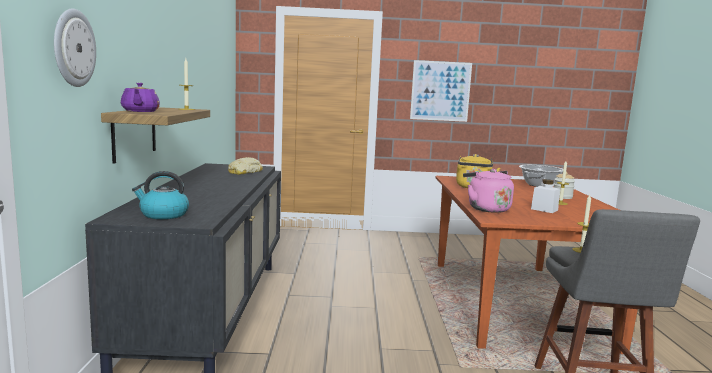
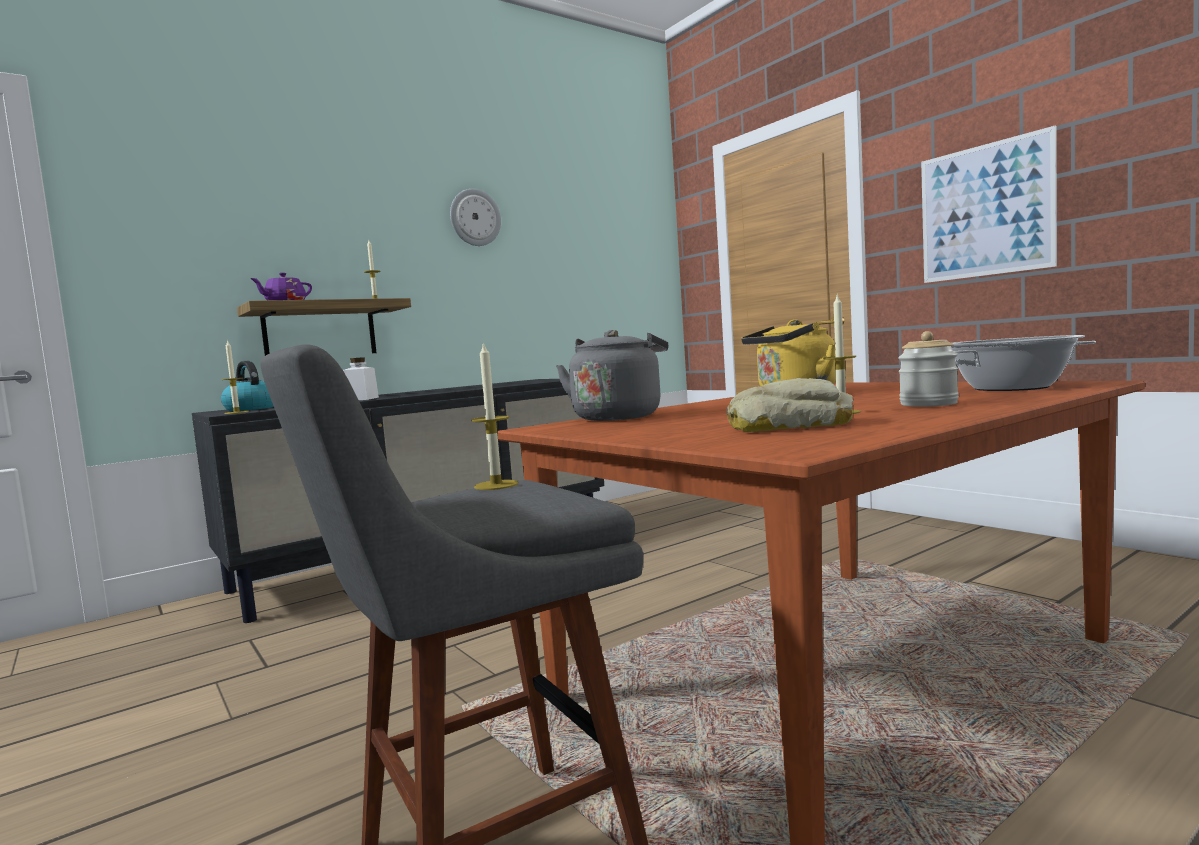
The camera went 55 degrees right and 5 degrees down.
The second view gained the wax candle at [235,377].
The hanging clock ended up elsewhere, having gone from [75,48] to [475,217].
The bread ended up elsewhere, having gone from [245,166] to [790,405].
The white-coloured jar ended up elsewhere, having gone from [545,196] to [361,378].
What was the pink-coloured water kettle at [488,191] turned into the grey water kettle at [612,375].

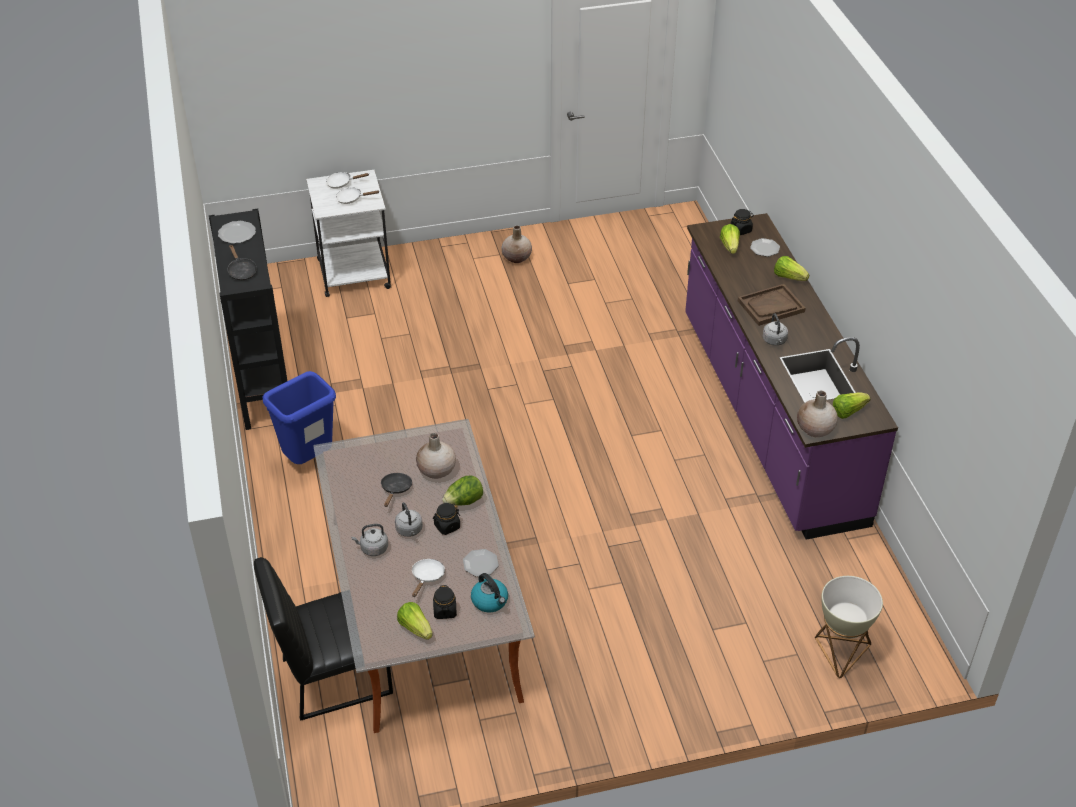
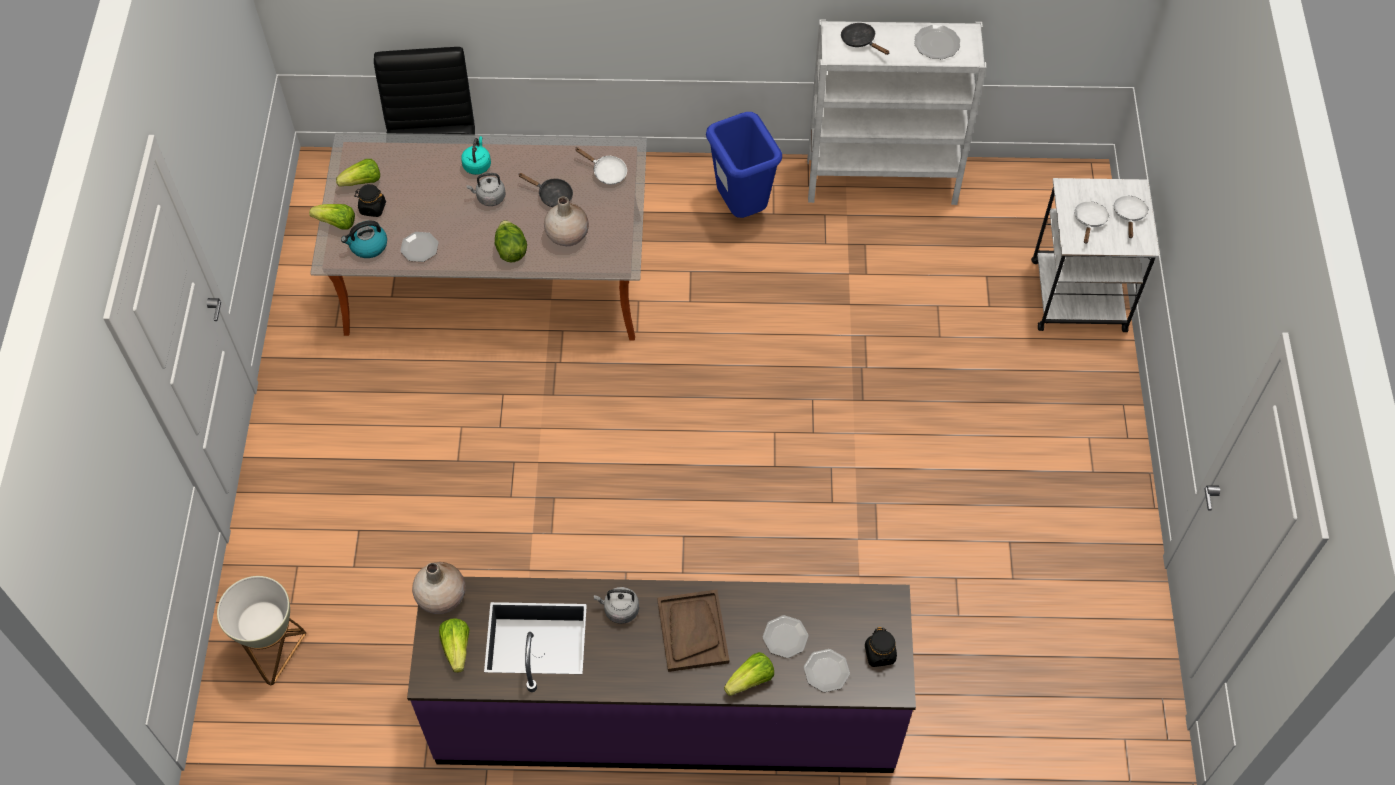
The camera went 105 degrees right and 15 degrees up.
The second view lost the black jar at [446,519].
The second view lost the sand-coloured vase at [516,244].
The second view gained the dinner plate at [786,636].
The white-coloured pan ended up elsewhere, having gone from [428,578] to [601,166].
The lettuce ended up elsewhere, having gone from [730,239] to [332,216].
What was the black shelving unit at [248,319] turned into the white-coloured shelving unit at [896,112].
What was the grey water kettle at [369,540] turned into the blue-green water kettle at [476,155].
The black pan at [242,262] ended up facing another way, 60 degrees clockwise from before.

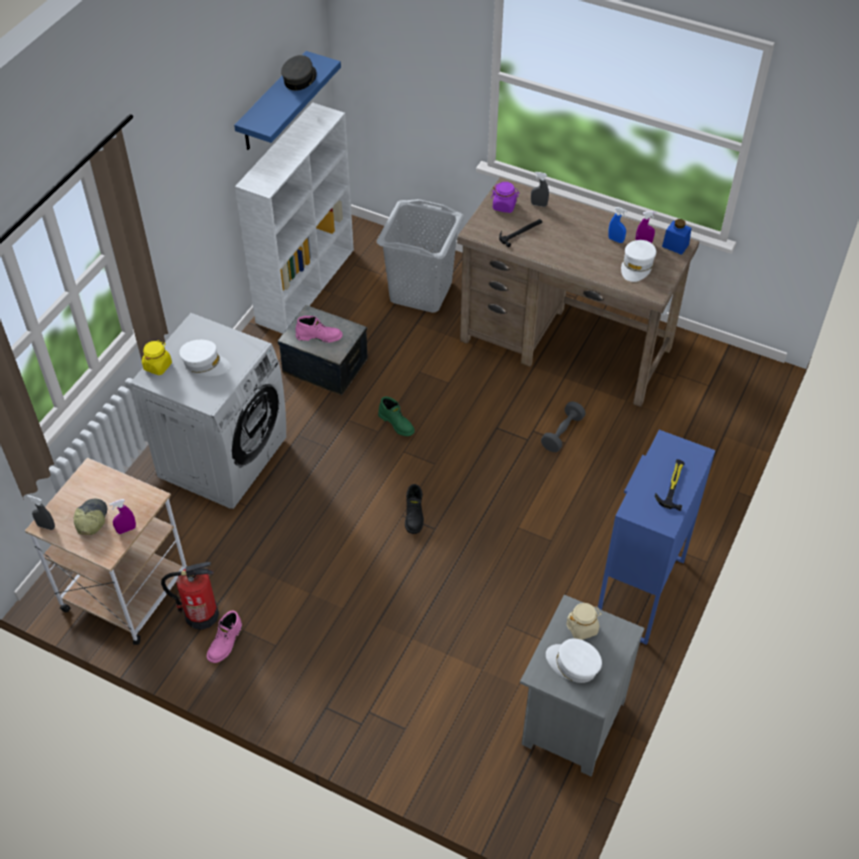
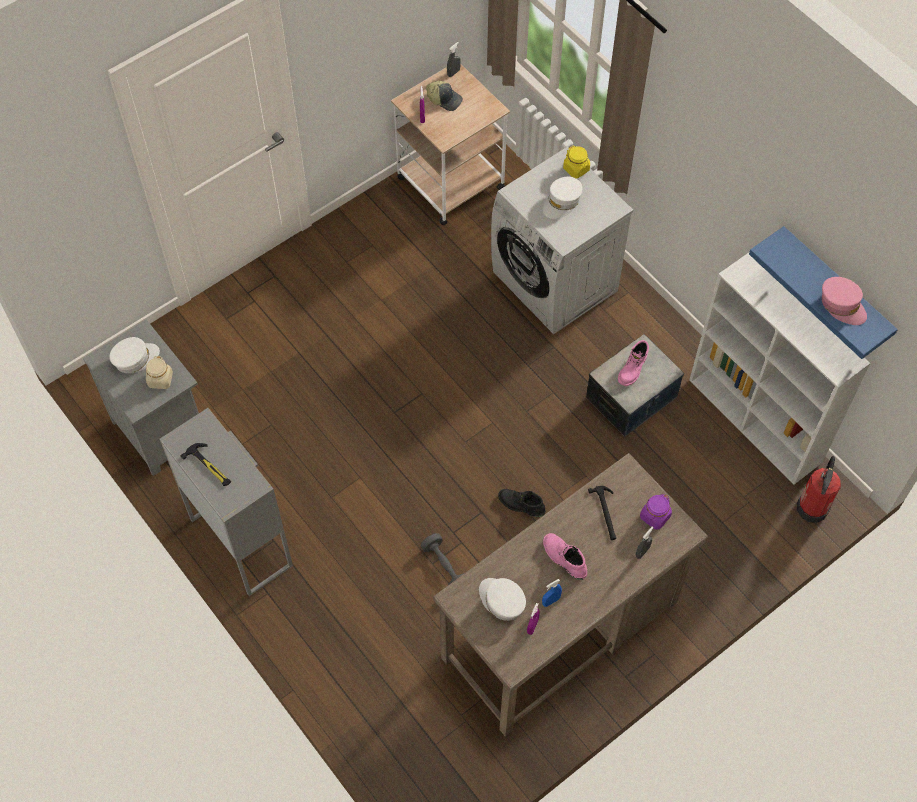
The camera went 115 degrees right and 10 degrees up.
The second view lost the grey laundry basket at [420,256].
The second view lost the green tall boot at [396,416].
The second view lost the blue-coloured jar at [677,237].
The extinguisher ended up elsewhere, having gone from [190,596] to [819,489].
The pink-coloured tall boot ended up elsewhere, having gone from [224,637] to [565,556].
The black tall boot ended up elsewhere, having gone from [414,509] to [521,503].
What was the grey peaked cap at [299,73] turned into the pink-coloured peaked cap at [844,301].
What was the blue-coloured storage cabinet at [656,537] turned into the grey storage cabinet at [226,502].

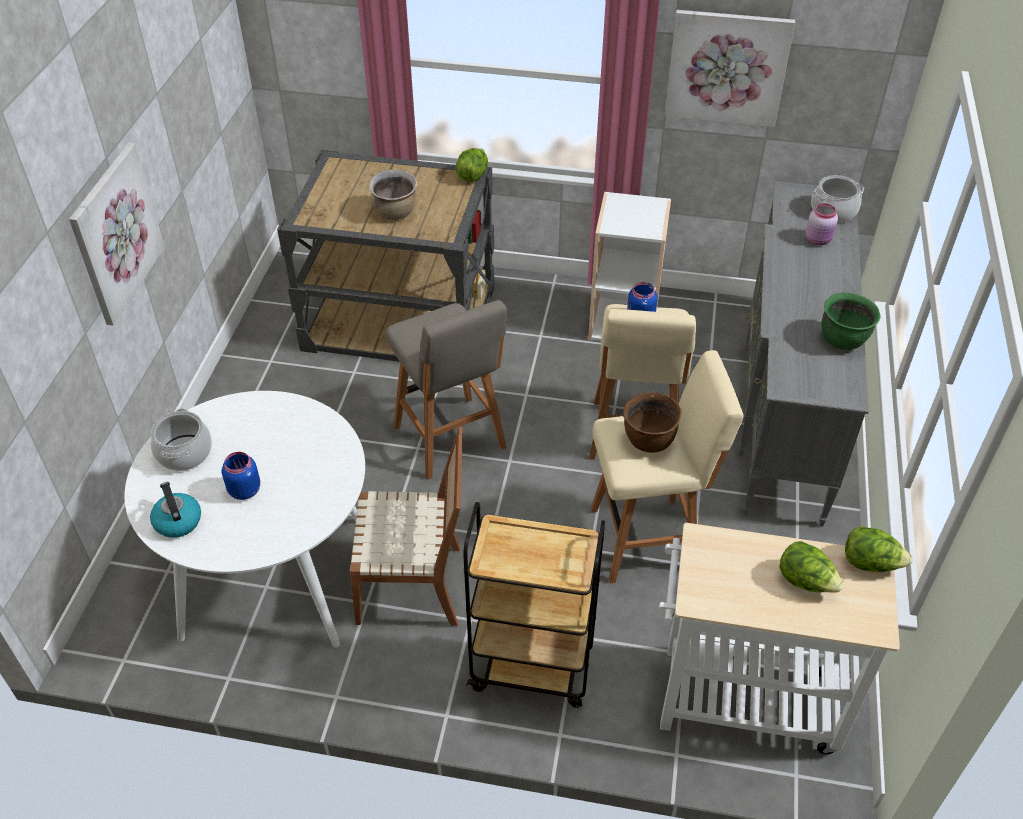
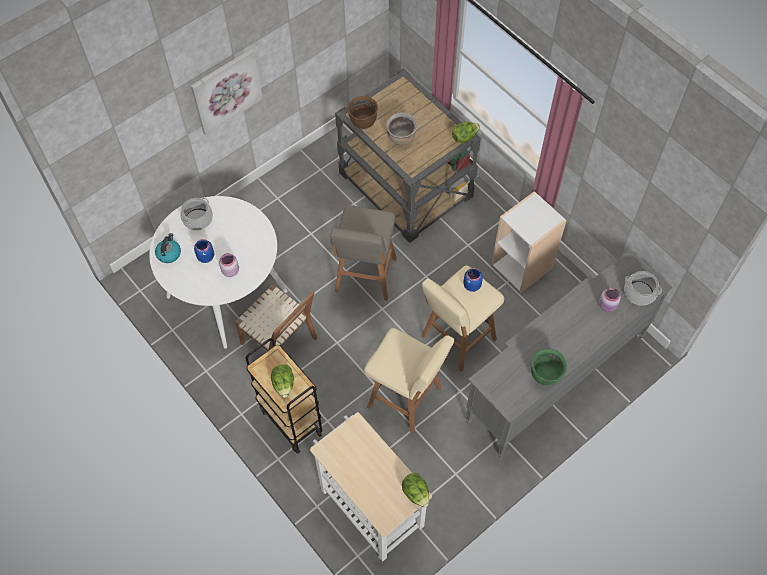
The camera went 40 degrees right and 15 degrees up.
The second view lost the picture at [729,68].
The second view gained the pink-coloured jar at [229,265].
The brown-coloured cooking pot ended up elsewhere, having gone from [652,422] to [362,112].
The lettuce ended up elsewhere, having gone from [811,567] to [282,381].

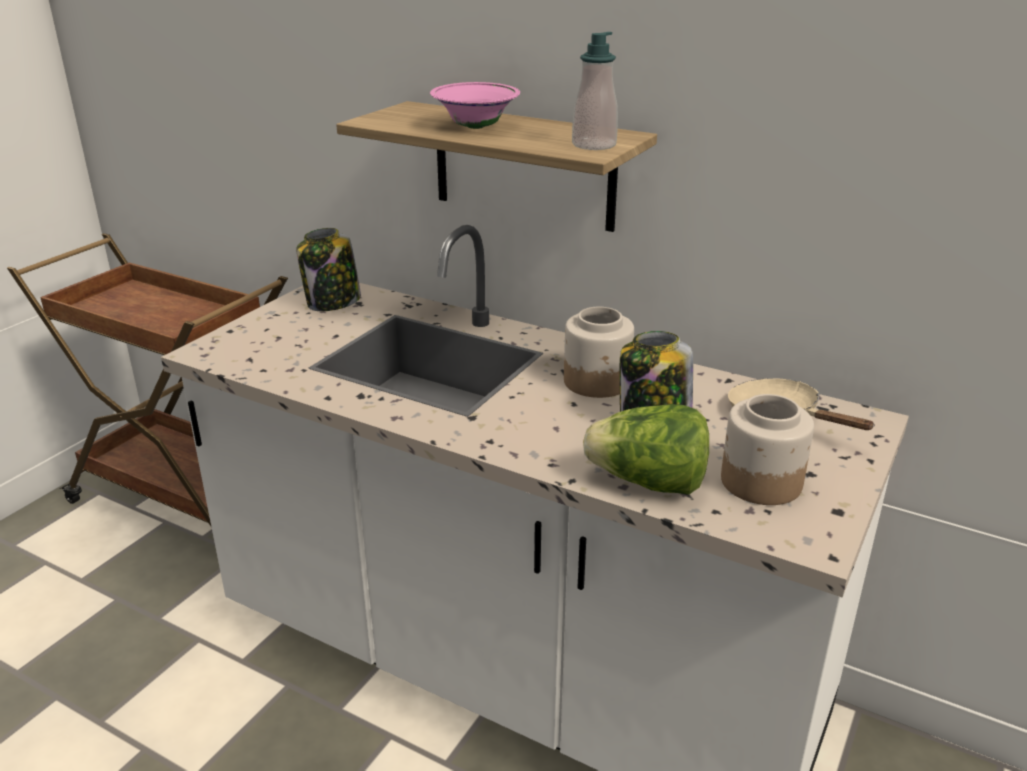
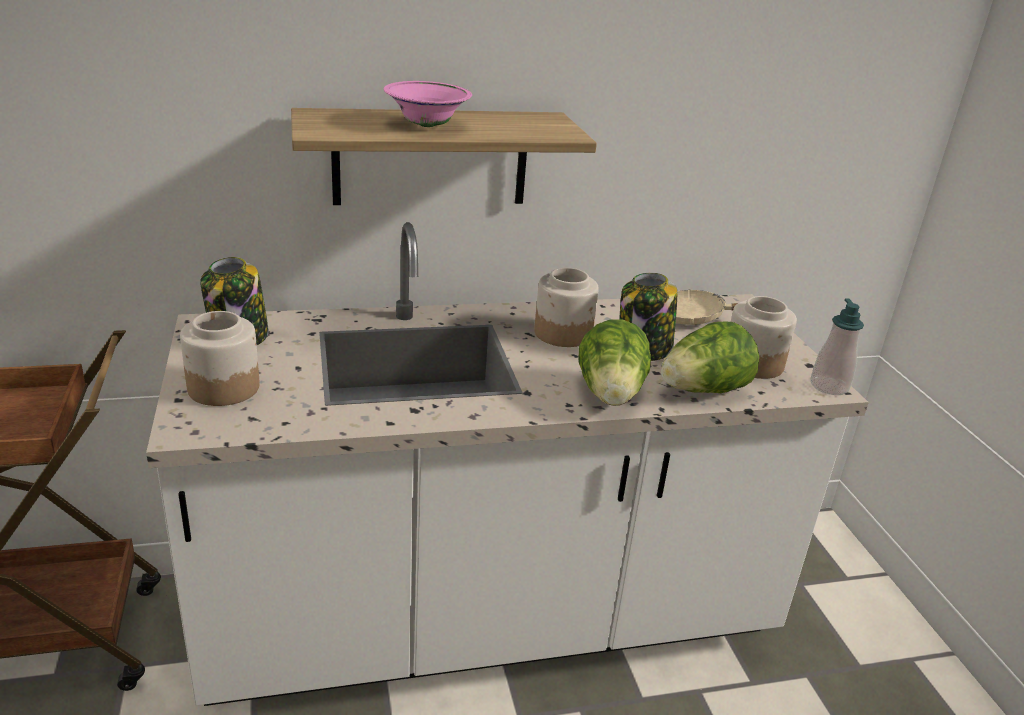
The camera went 45 degrees left and 0 degrees up.
The second view gained the jar at [220,358].
The second view gained the lettuce at [615,363].
The liquid soap bottle ended up elsewhere, having gone from [595,91] to [837,346].

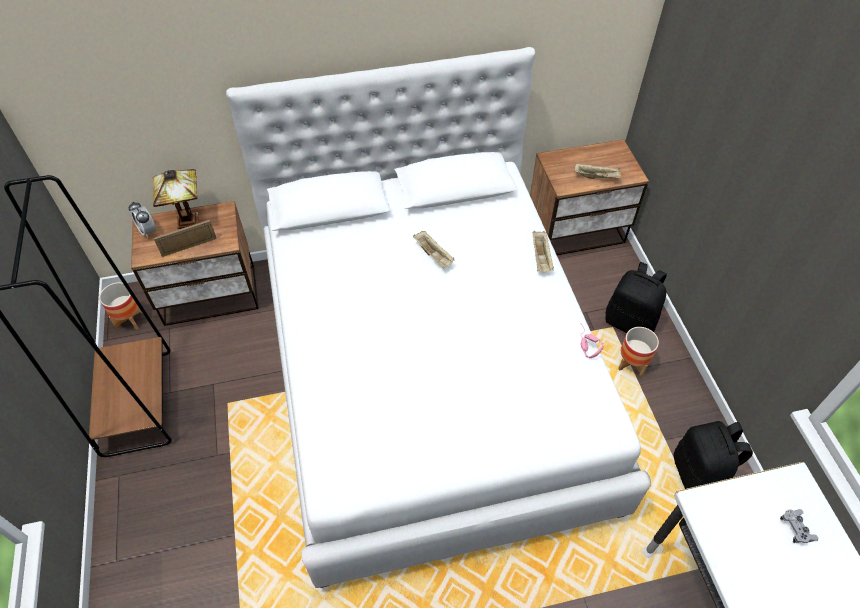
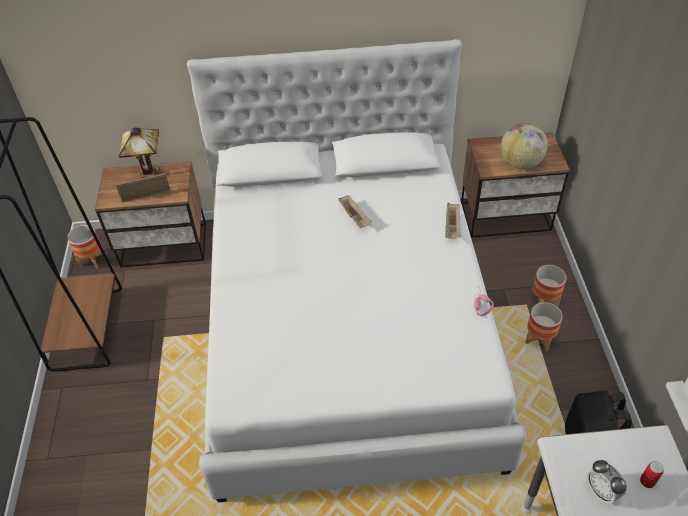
The camera went 10 degrees right and 5 degrees down.
The alarm clock ended up elsewhere, having gone from [142,220] to [606,482].
Where the sand-coloured tray stood at [597,171], the world globe came to stand at [524,146].
Where the black backpack stood at [636,297], the plant pot came to stand at [548,286].
Where the grey game controller stood at [799,526], the can came to stand at [652,474].

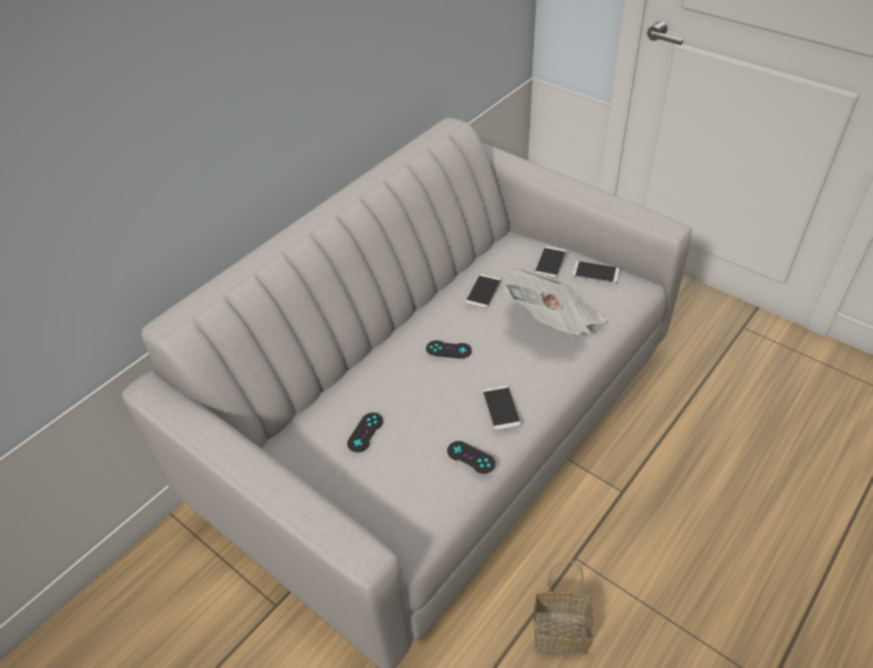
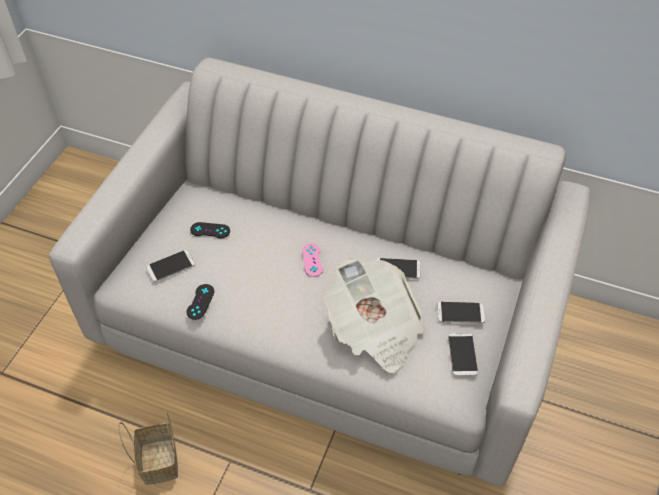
The camera went 70 degrees right and 5 degrees up.
The telephone ended up elsewhere, having gone from [502,407] to [170,266].
What was the black game controller at [449,349] turned into the pink-coloured game controller at [312,260].

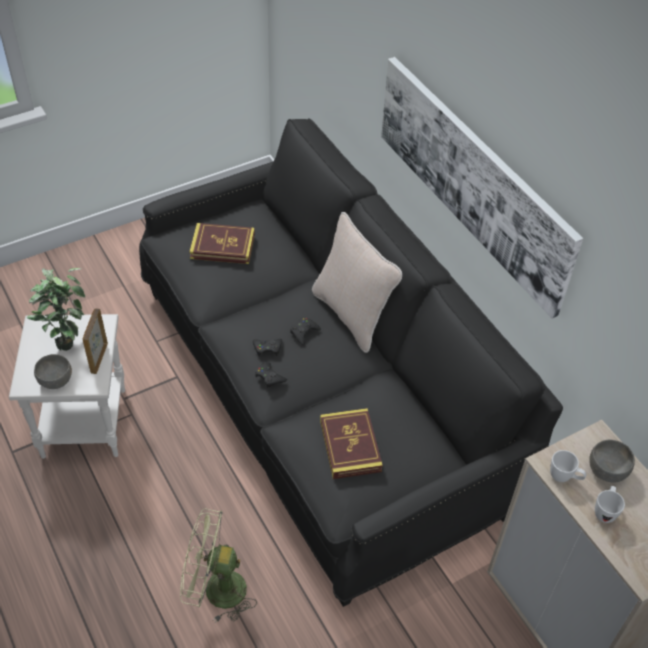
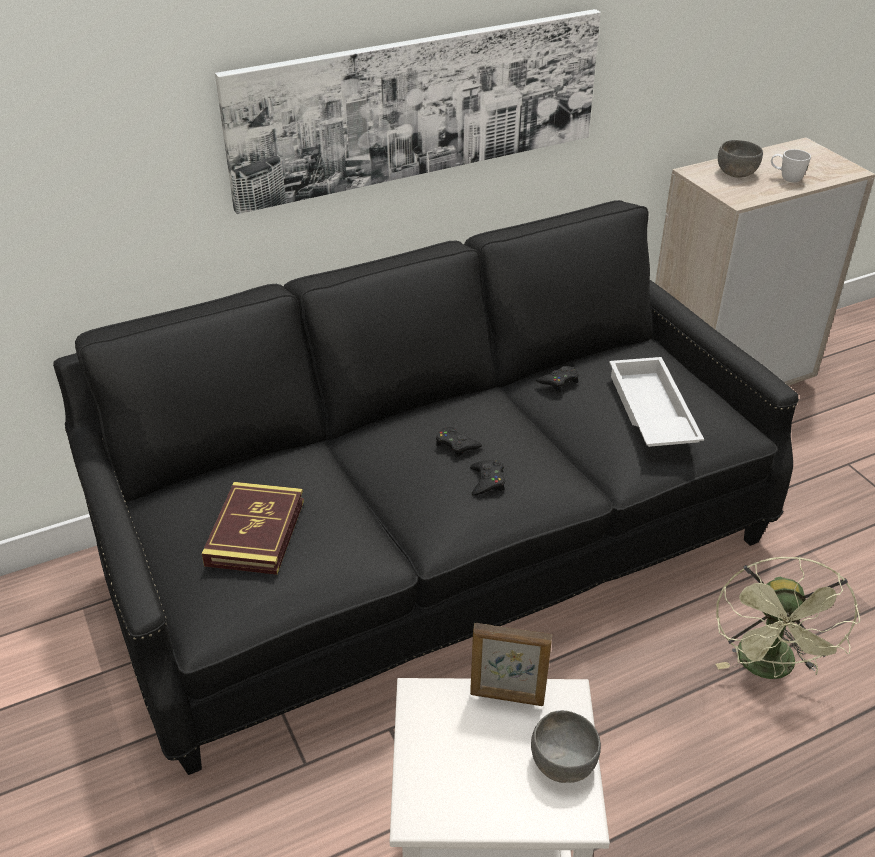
The camera went 85 degrees left and 10 degrees down.
The second view lost the plant in a pot at [56,309].
The second view lost the sand-coloured throw pillow at [357,282].
The second view lost the white-coloured mug at [568,466].
The black game controller ended up elsewhere, having gone from [271,375] to [557,378].
Where the bound book stood at [351,443], the white-coloured tray came to stand at [656,402].

